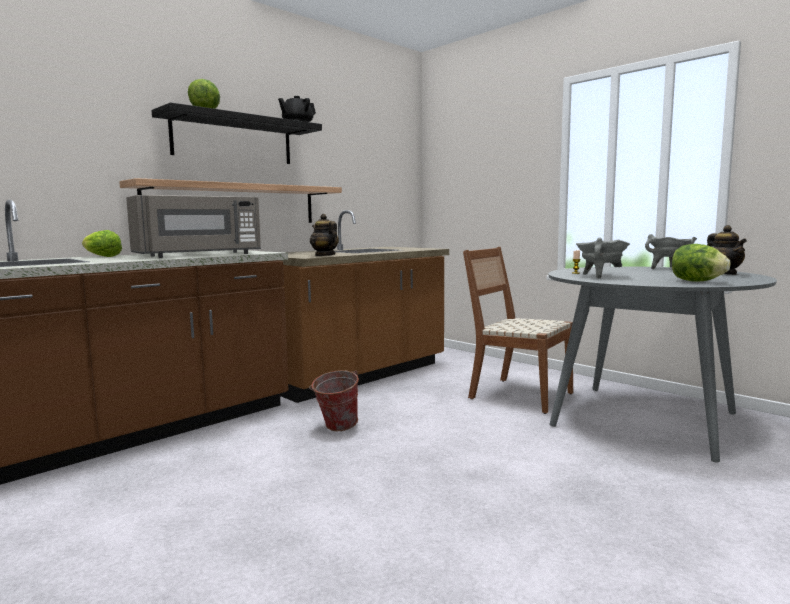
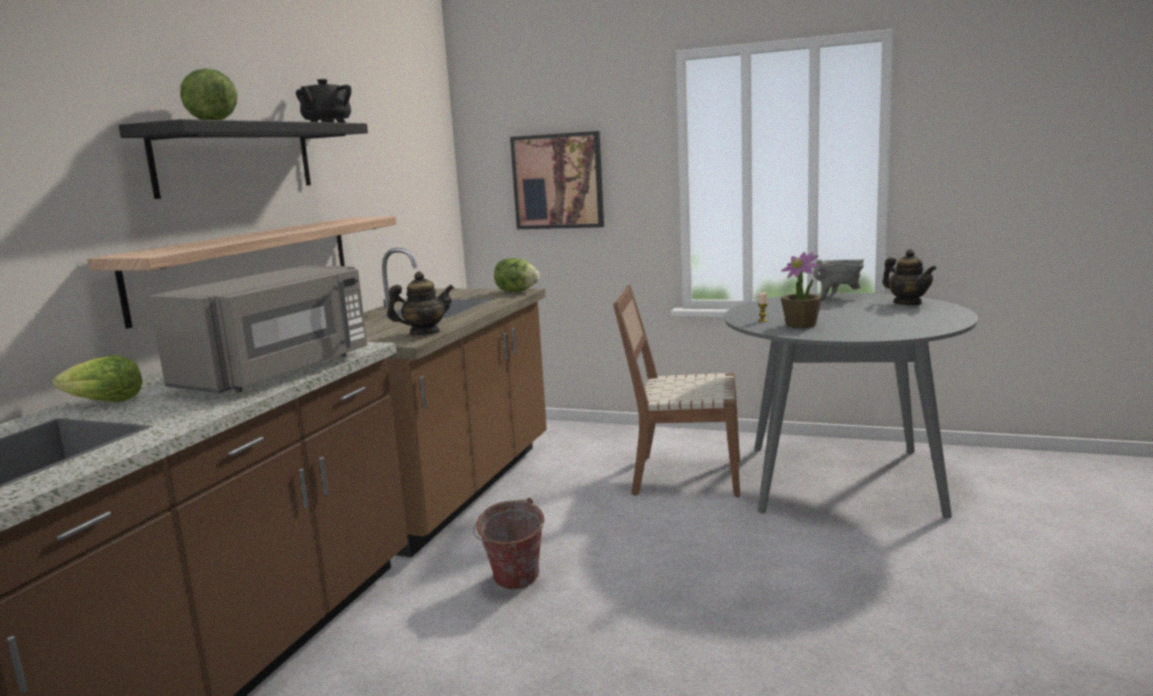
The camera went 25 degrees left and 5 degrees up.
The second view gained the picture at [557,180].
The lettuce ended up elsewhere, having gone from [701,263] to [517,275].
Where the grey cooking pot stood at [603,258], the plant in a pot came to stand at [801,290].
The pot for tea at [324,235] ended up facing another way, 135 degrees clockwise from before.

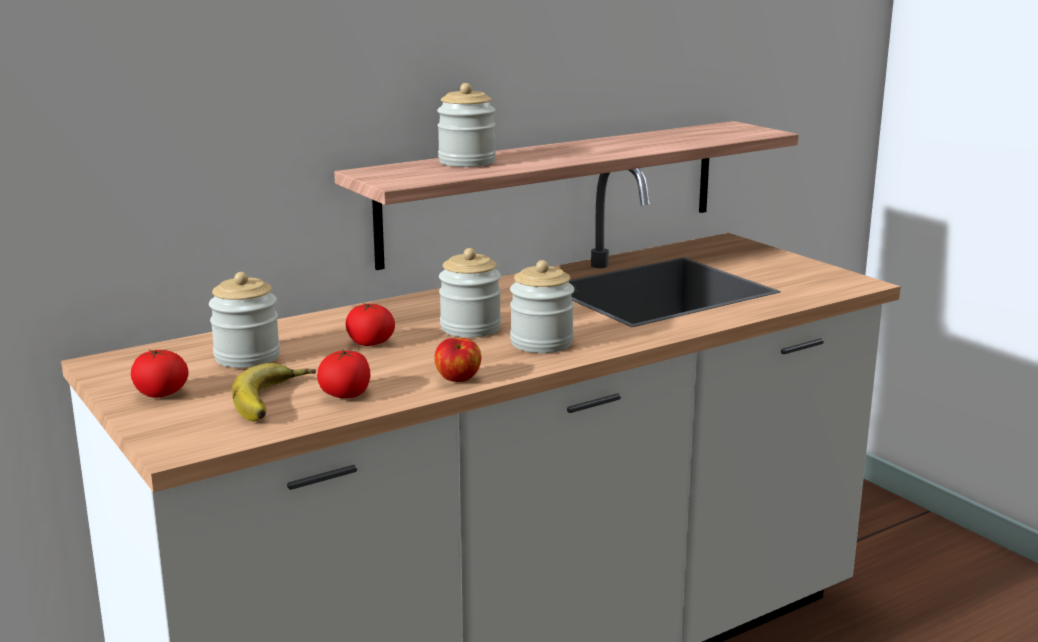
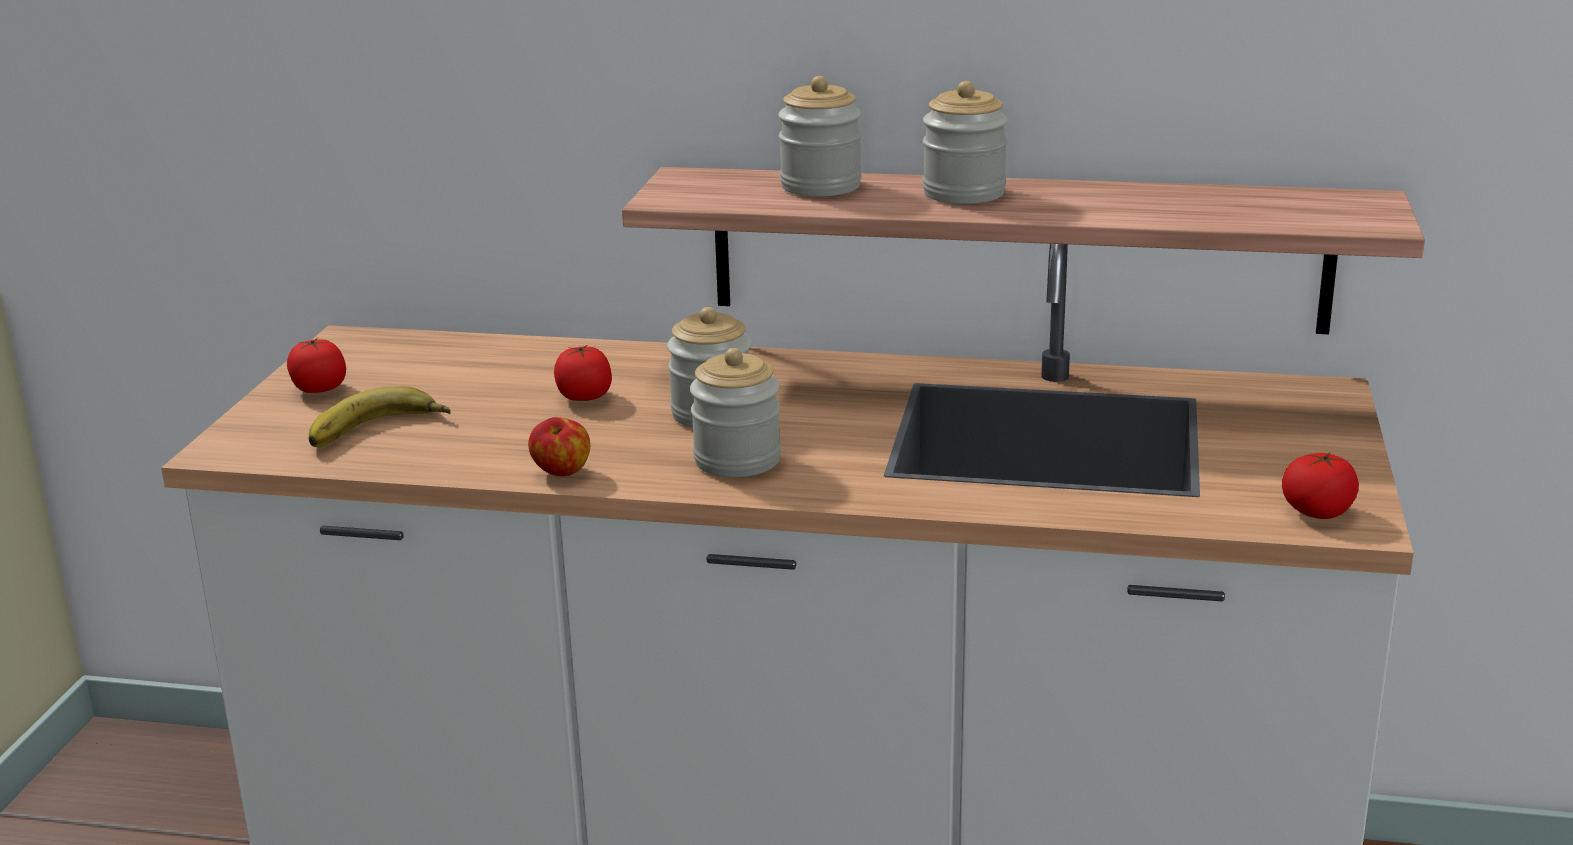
The camera went 45 degrees right and 5 degrees up.
The jar ended up elsewhere, having gone from [244,320] to [965,142].
The whole tomato ended up elsewhere, having gone from [343,373] to [1320,485].

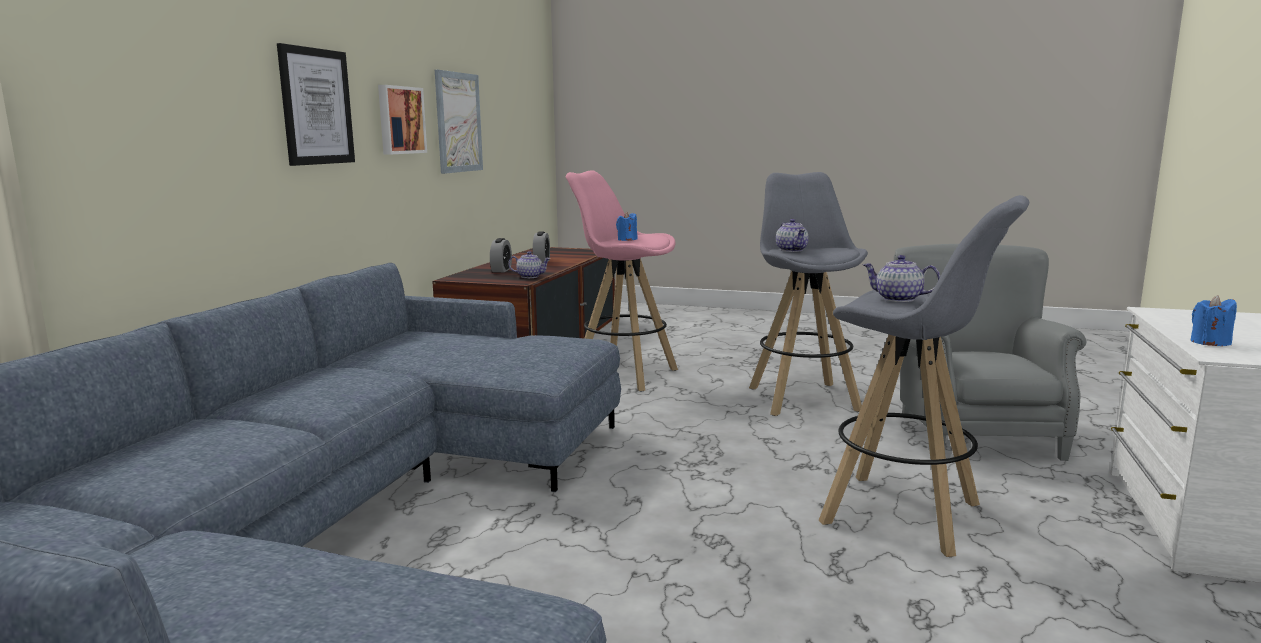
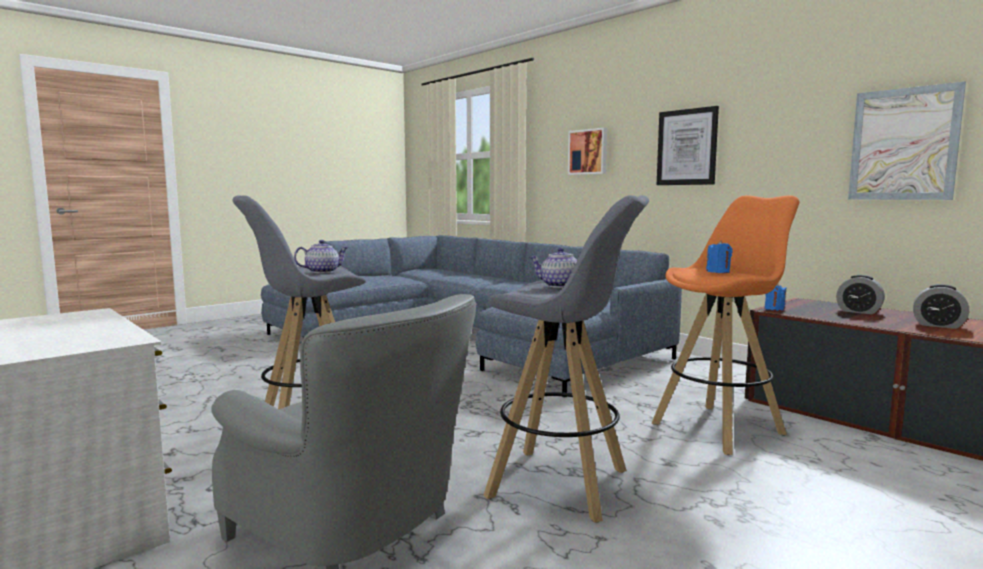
The camera went 120 degrees right and 5 degrees down.
The second view lost the pot for tea at [529,264].
The picture ended up elsewhere, having gone from [402,120] to [587,151].
The blue-coloured wax candle ended up elsewhere, having gone from [1213,320] to [775,297].
What was the pink-coloured stool at [621,280] turned into the orangey stool at [726,325].

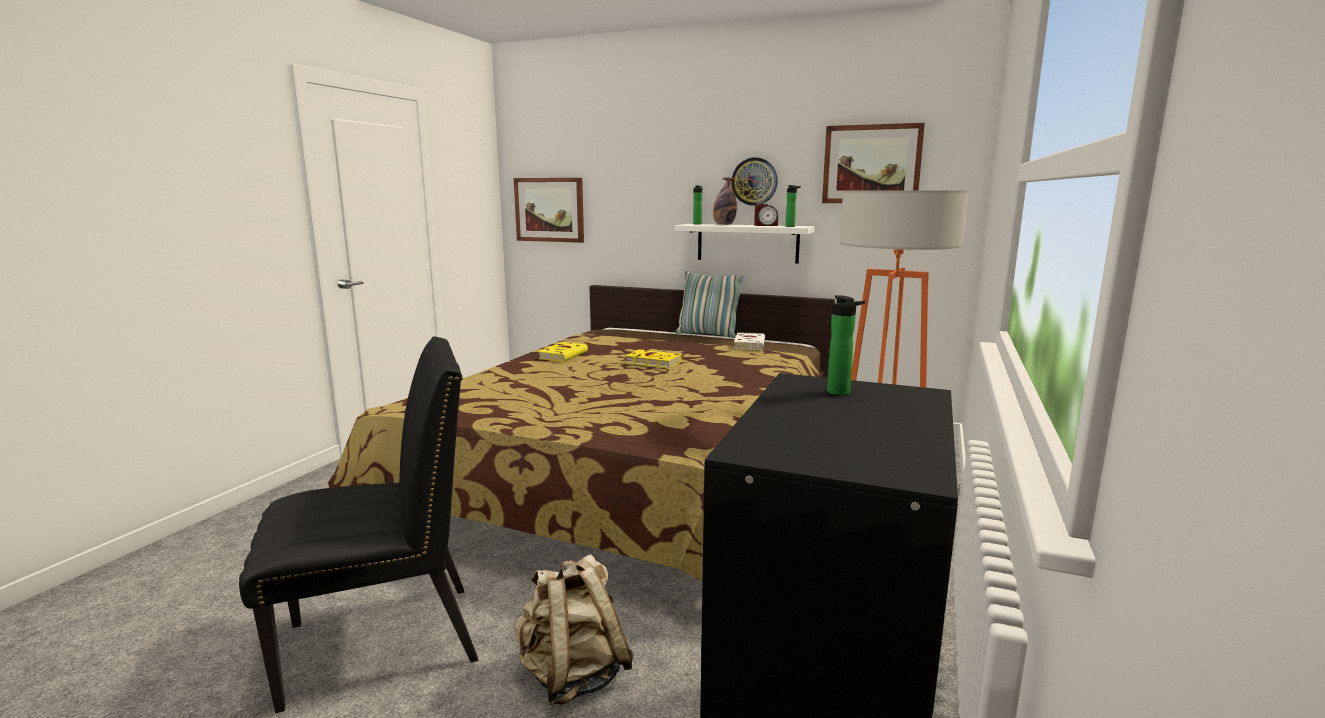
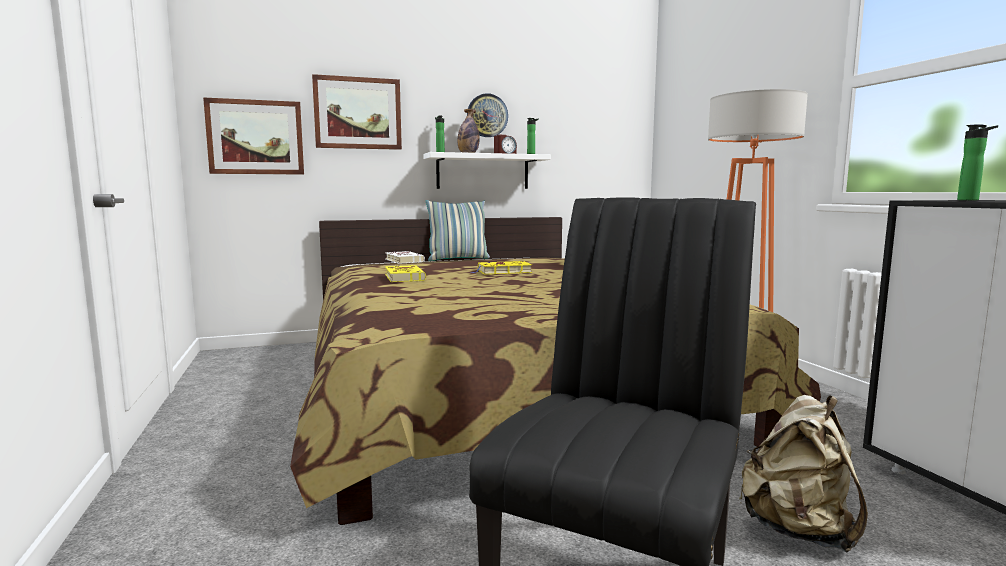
The camera went 40 degrees left and 5 degrees down.
The white-coloured bound book ended up elsewhere, having gone from [749,341] to [405,257].
The picture ended up elsewhere, having gone from [873,163] to [357,112].

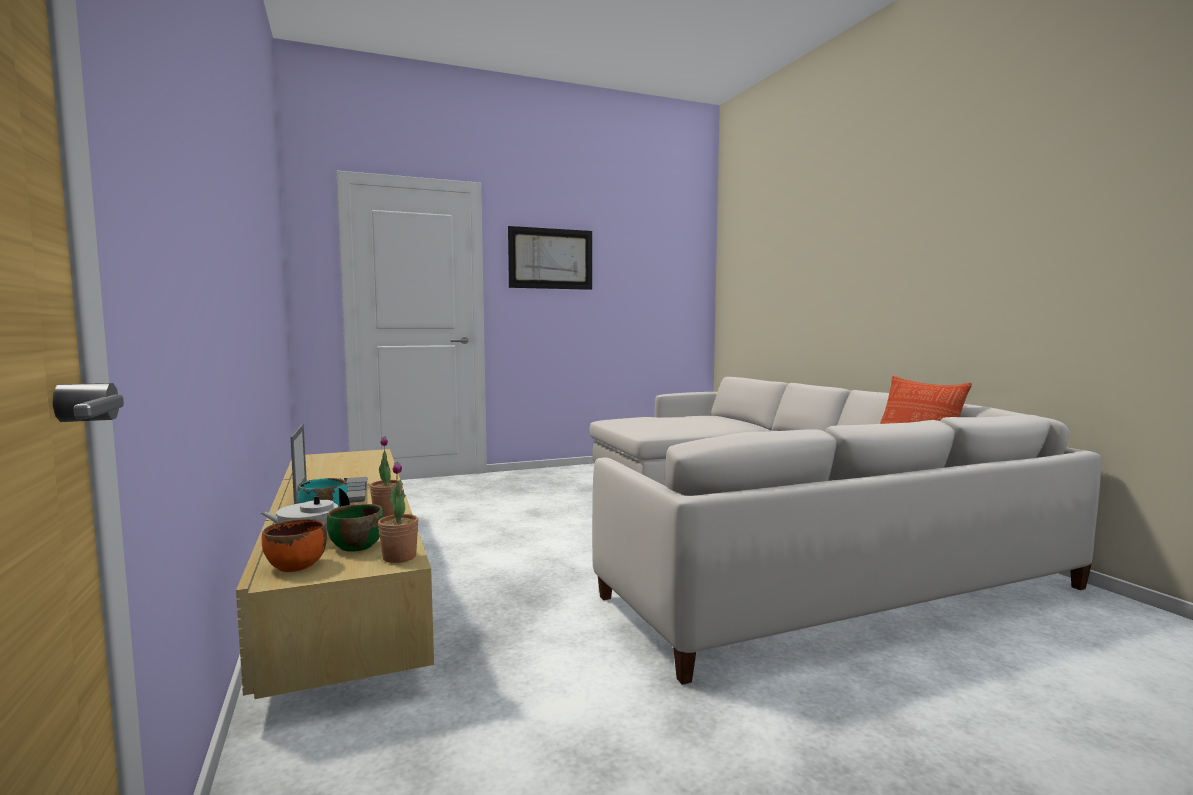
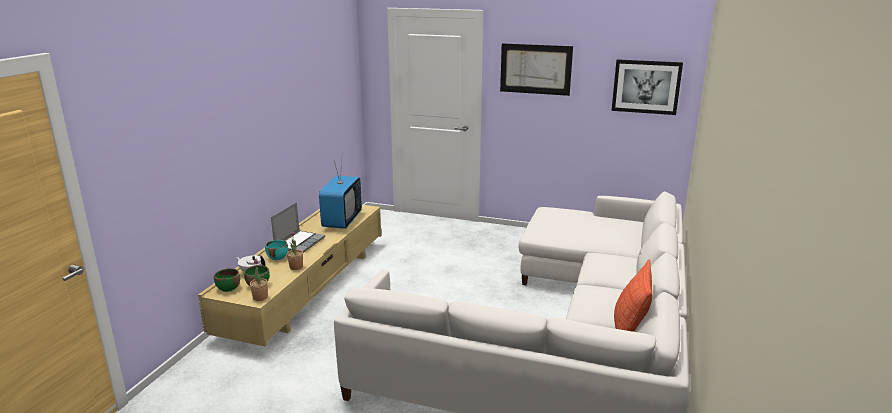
The camera went 40 degrees right and 15 degrees up.
The second view gained the TV set at [340,191].
The second view gained the picture at [647,87].
What was the orangey serving bowl at [294,545] turned into the green serving bowl at [227,280].

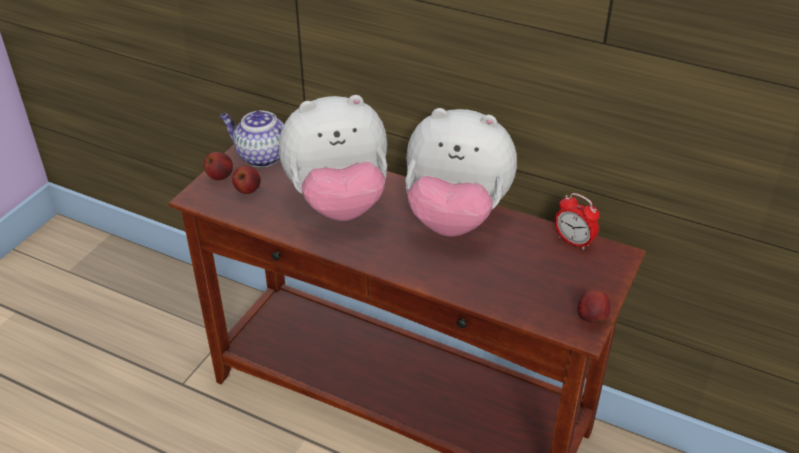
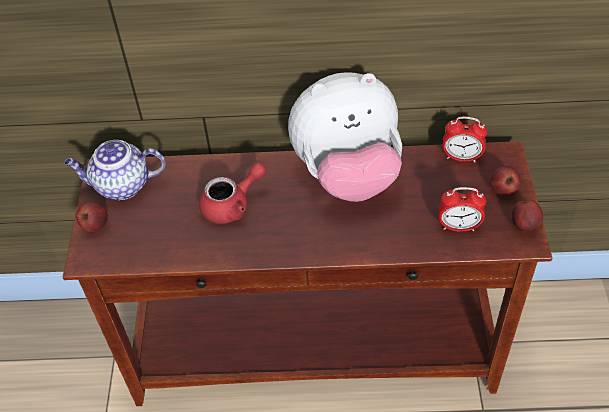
The camera went 25 degrees left and 10 degrees up.
The second view gained the alarm clock at [462,209].
The whole apple ended up elsewhere, having gone from [246,179] to [505,180].
Where the cuddly toy stood at [333,158], the red-coloured pot for tea came to stand at [233,193].

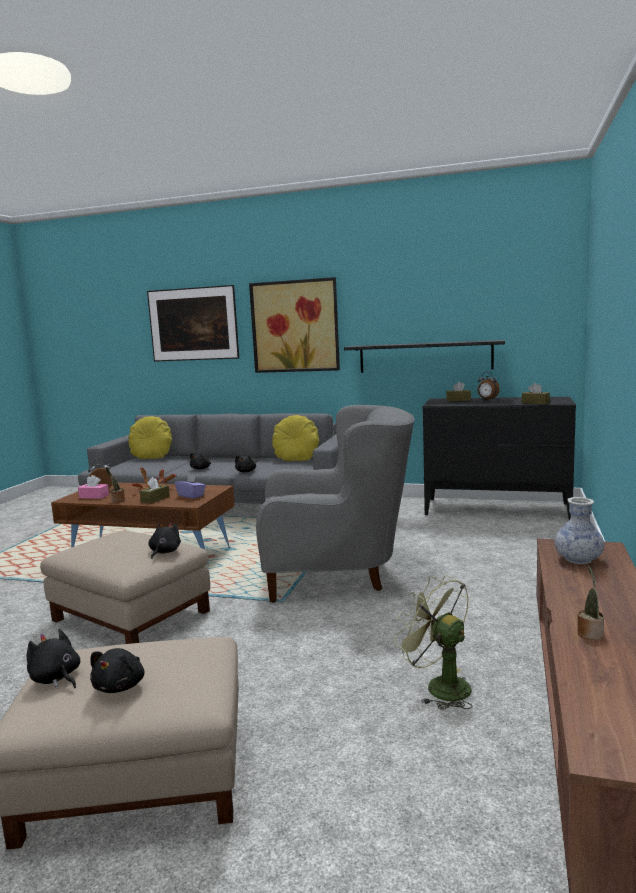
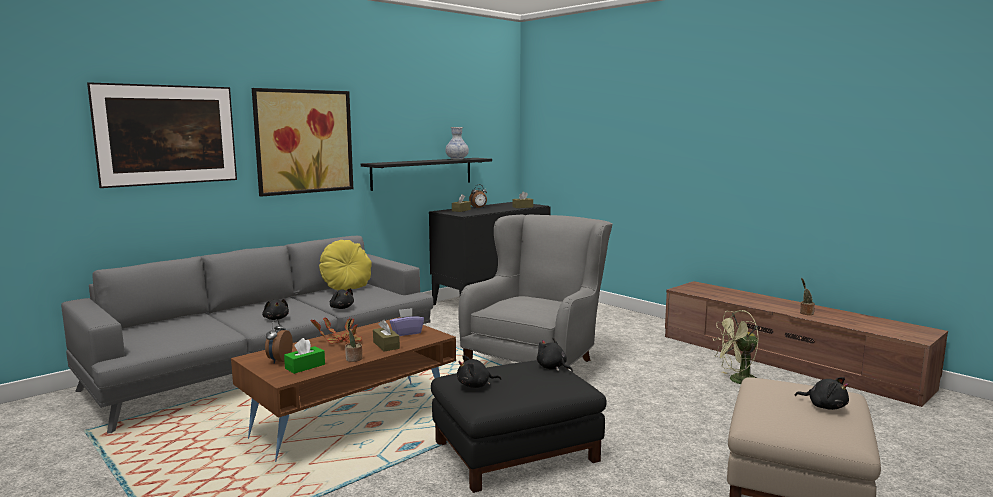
The camera went 60 degrees left and 0 degrees up.
The second view lost the yellowish throw pillow at [150,437].
The black cuddly toy ended up elsewhere, having gone from [53,658] to [479,371].
The vase ended up elsewhere, having gone from [579,530] to [457,143].
What was the sand-coloured pouffe at [125,587] turned into the black pouffe at [518,426].
What was the pink-coloured box of tissues at [93,487] turned into the green box of tissues at [304,356].

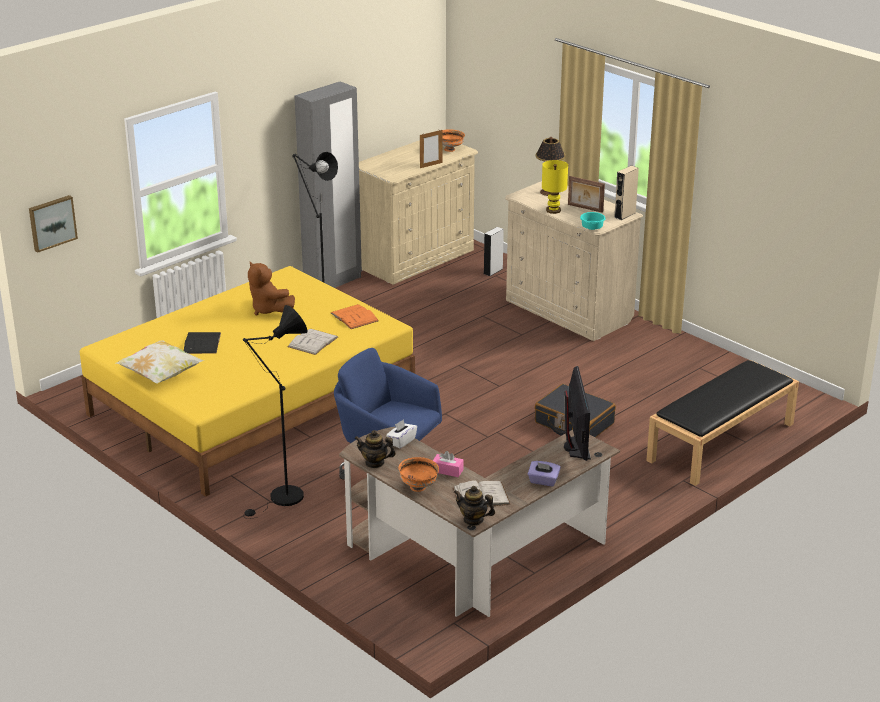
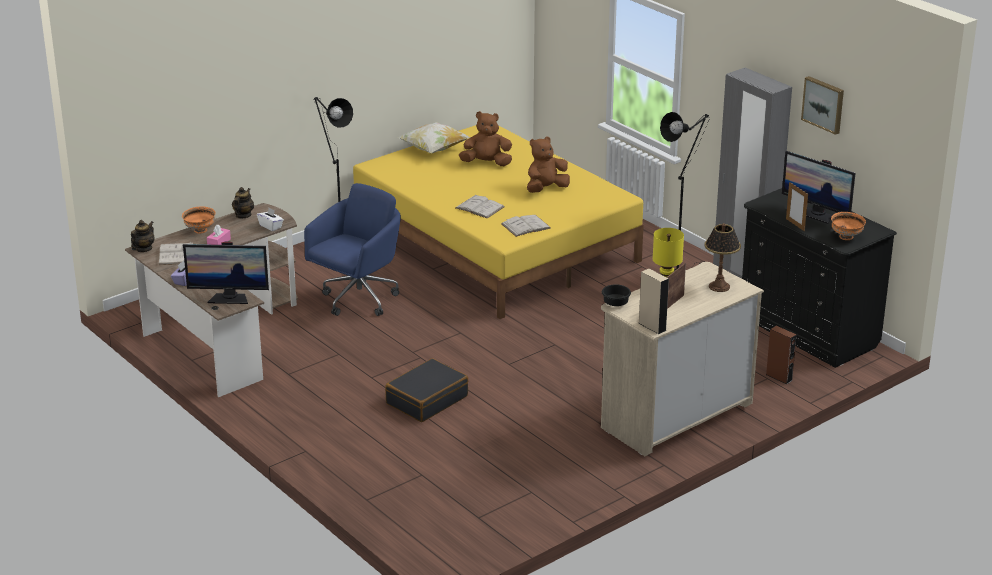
The camera went 95 degrees right and 0 degrees up.
The second view lost the black bench at [722,423].
The second view gained the computer screen at [818,187].
The picture ended up elsewhere, having gone from [53,224] to [822,105].
Where the black bound book stood at [202,343], the brown-coloured cuddly toy came to stand at [485,138].
What was the orangey bound book at [355,316] turned into the white-coloured bound book at [526,226].
What was the sand-coloured drawer chest at [418,212] turned into the black drawer chest at [819,278].
What was the grey speaker at [494,251] turned into the brown-coloured speaker at [781,355].
What was the blue-green serving bowl at [593,221] turned into the black serving bowl at [616,295].

